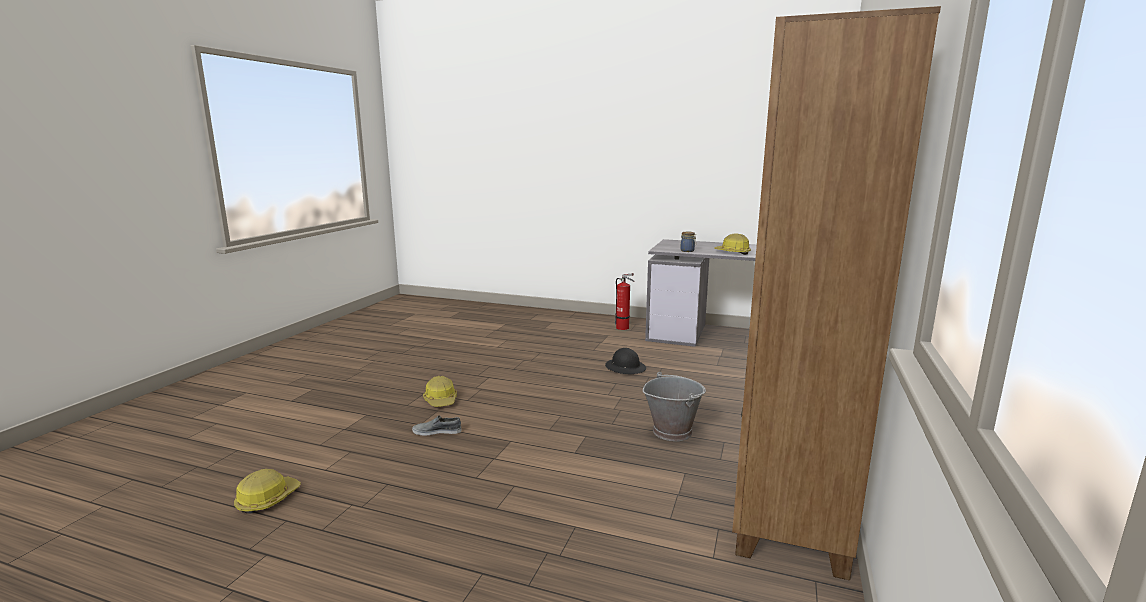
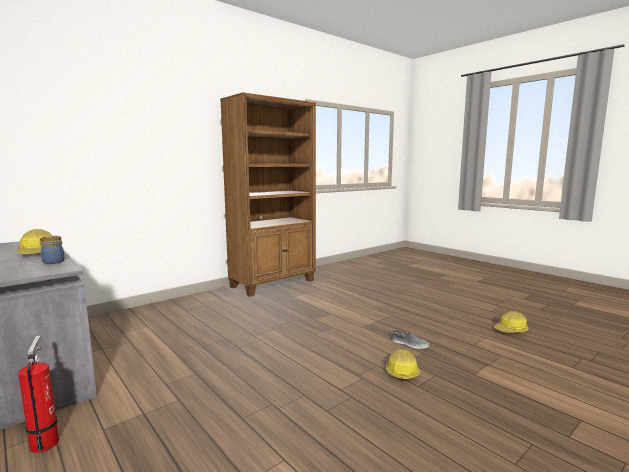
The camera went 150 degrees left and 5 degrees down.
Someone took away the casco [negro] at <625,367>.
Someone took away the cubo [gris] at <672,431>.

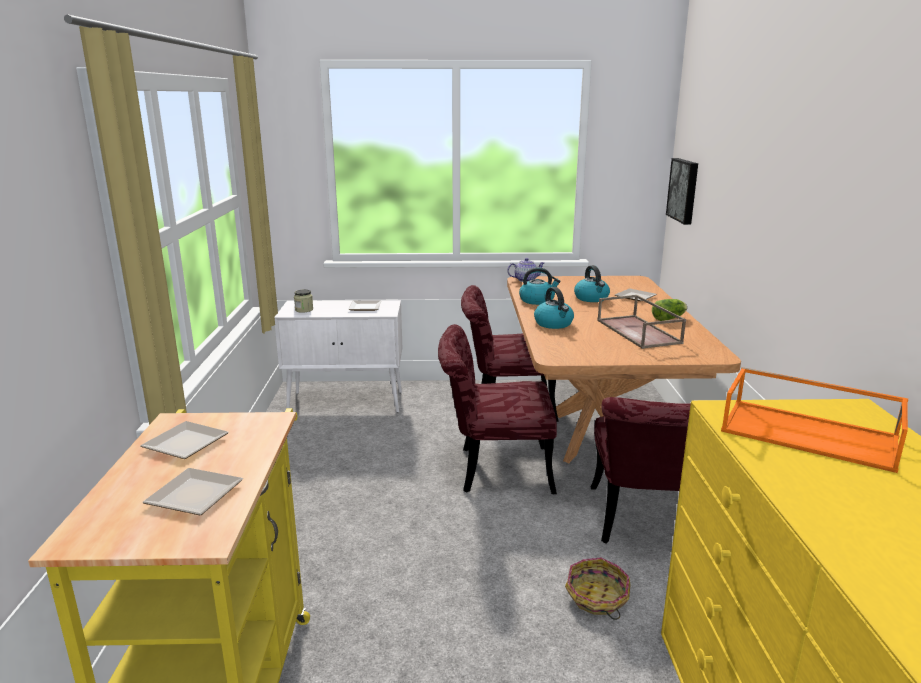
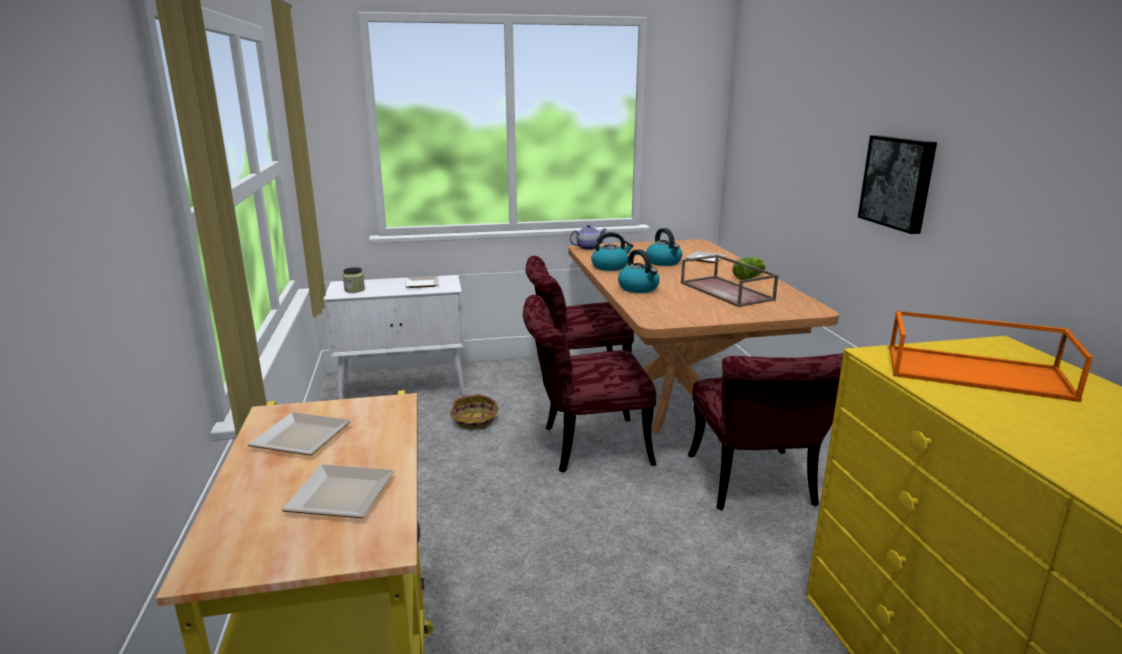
The camera went 10 degrees left and 0 degrees up.
Someone carried the cuadro from <684,190> to <899,182>.
Someone carried the cesta from <596,598> to <474,421>.

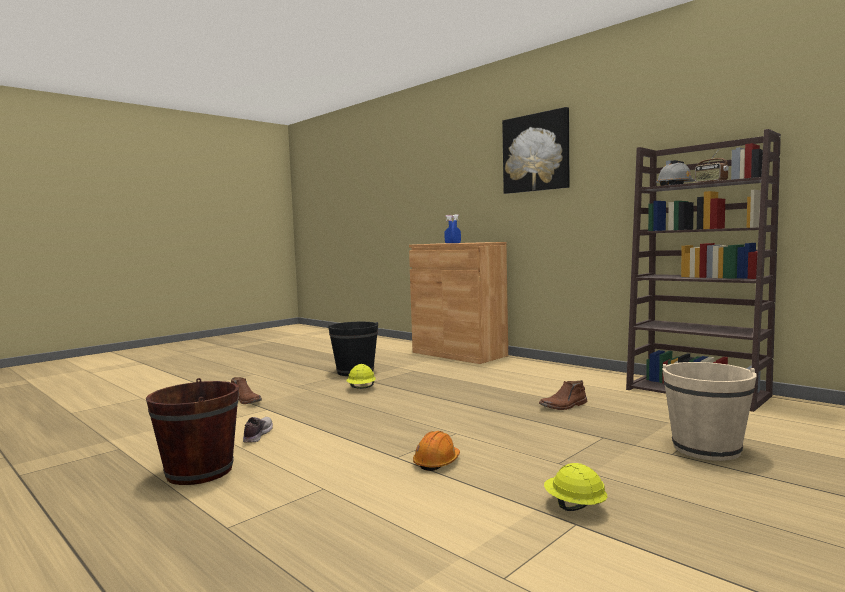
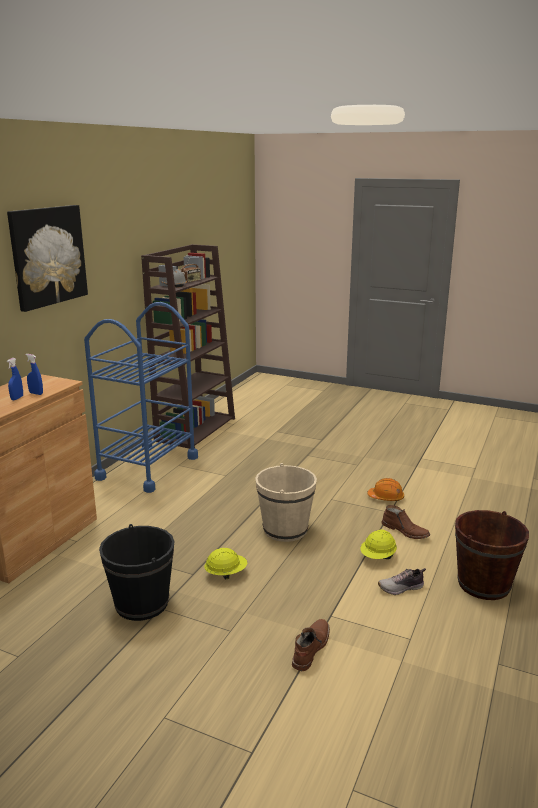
The camera went 110 degrees left and 15 degrees up.
Someone carried the cubo [beis] from <706,448> to <285,529>.
Someone carried the bota [marrón] from <564,406> to <405,531>.
Someone carried the casco [amarillo] from <574,506> to <378,557>.
Someone put down the carrito [azul] at <148,468>.

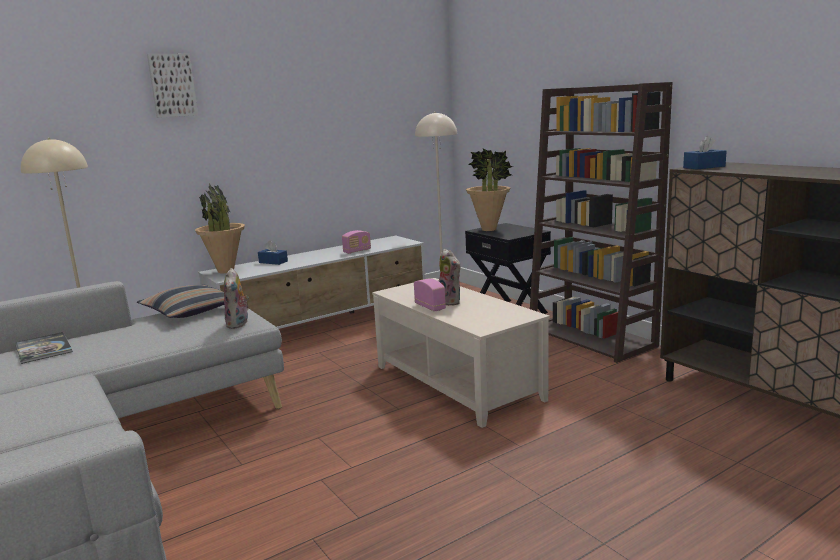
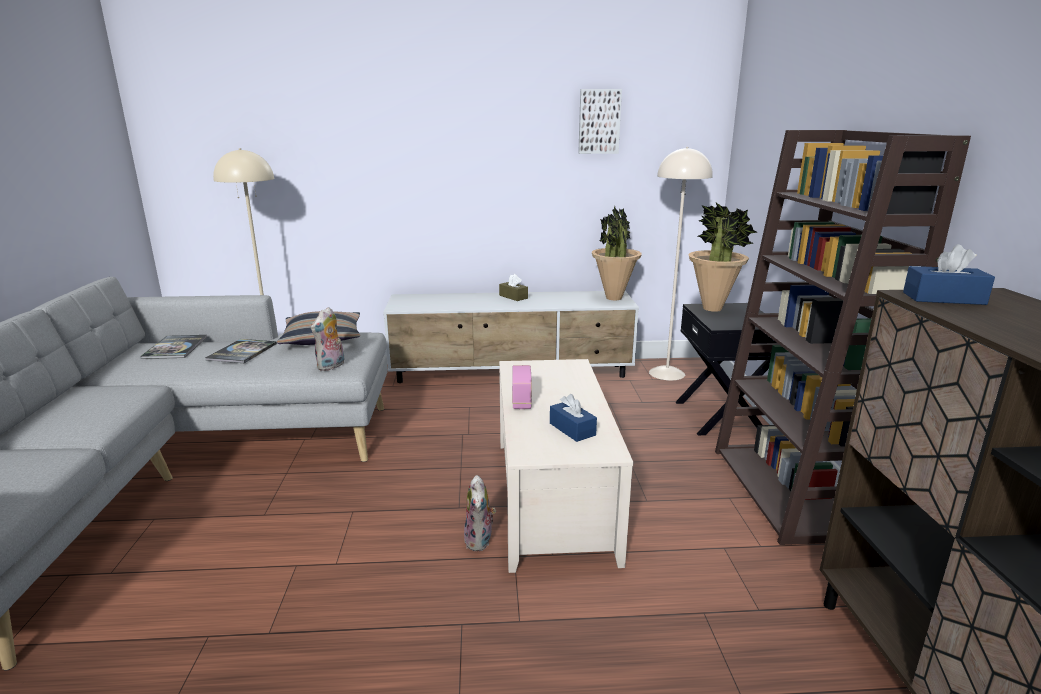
The camera went 30 degrees right and 5 degrees up.
Someone carried the cuadro from <172,85> to <599,121>.
Someone carried the planta en maceta from <226,271> to <614,298>.
Someone took away the radio at <357,251>.
Someone carried the caja de pañuelos [azul] from <273,262> to <572,429>.
Someone carried the peluche from <451,302> to <480,541>.
Someone put down the caja de pañuelos [marrón] at <513,297>.
Someone put down the libro at <242,352>.

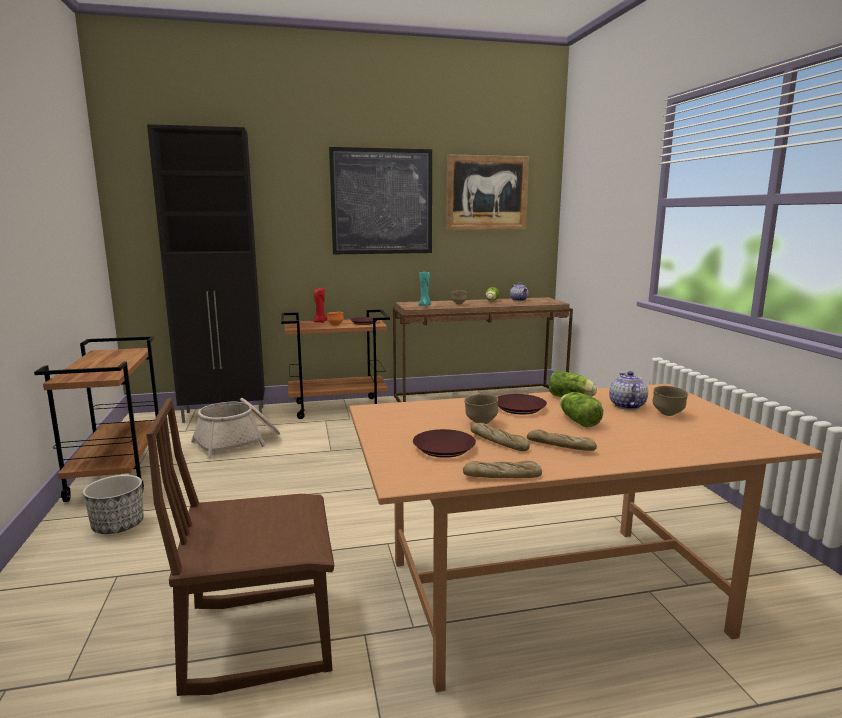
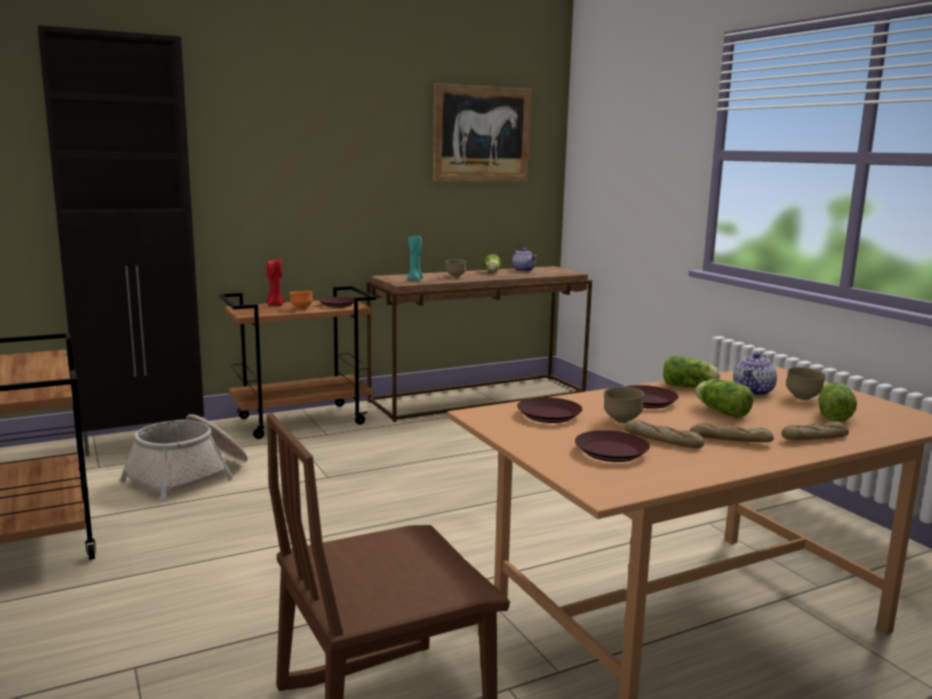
The camera went 15 degrees left and 0 degrees up.
Someone took away the cuadro at <382,202>.
Someone rotated the tetera at <626,405> by 135 degrees counterclockwise.
Someone carried the pan from <502,476> to <814,438>.
Someone took away the maceta at <118,525>.
Someone put down the lechuga at <834,415>.
Someone put down the plato [marrón] at <549,415>.

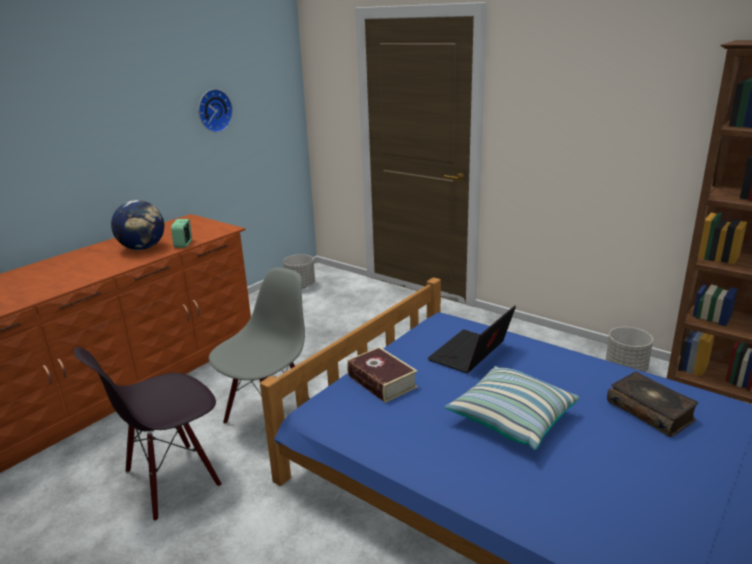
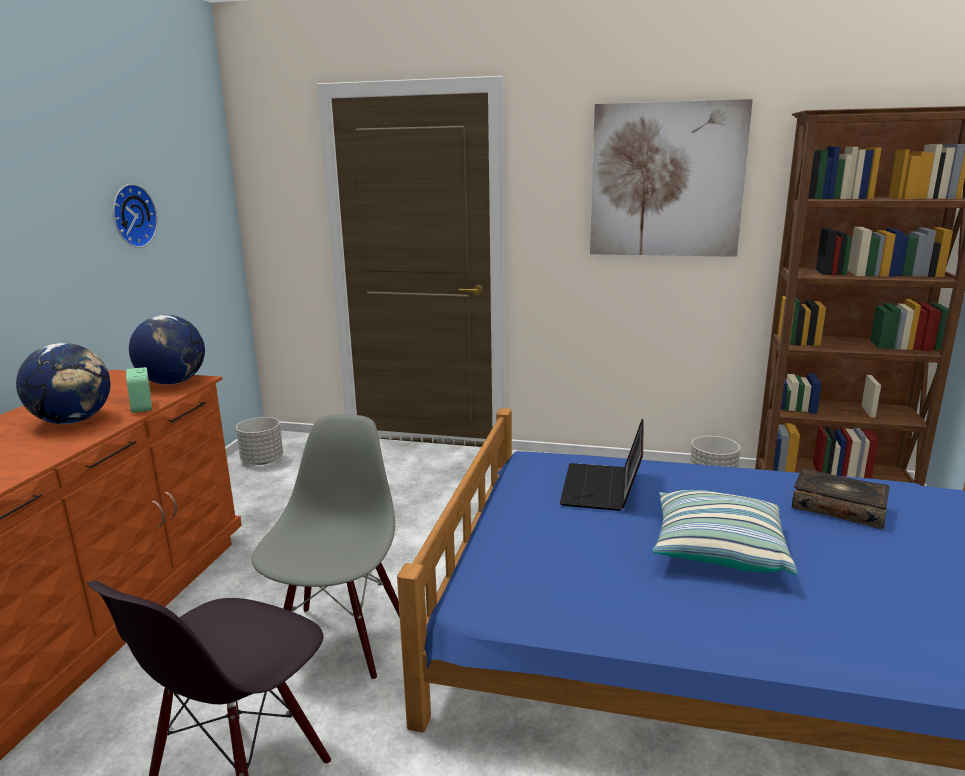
The camera went 25 degrees left and 5 degrees down.
Someone took away the libro at <382,381>.
Someone put up the cuadro at <666,180>.
Someone put down the globo terráqueo at <173,382>.

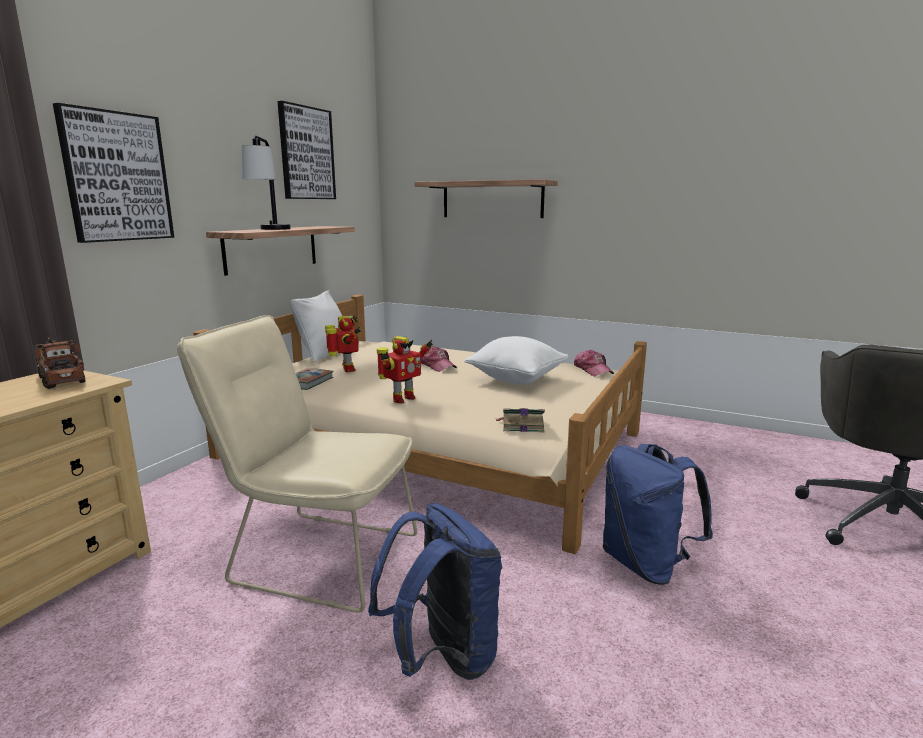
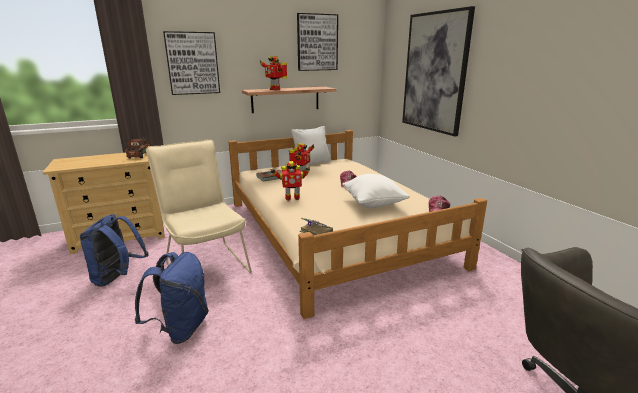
The camera went 40 degrees right and 5 degrees up.
Someone swapped the lámpara de mesa at <270,229> for the robot de juguete at <275,89>.
Someone swapped the estante at <492,200> for the cuadro at <435,72>.
Someone carried the mochila [azul] from <646,565> to <118,278>.

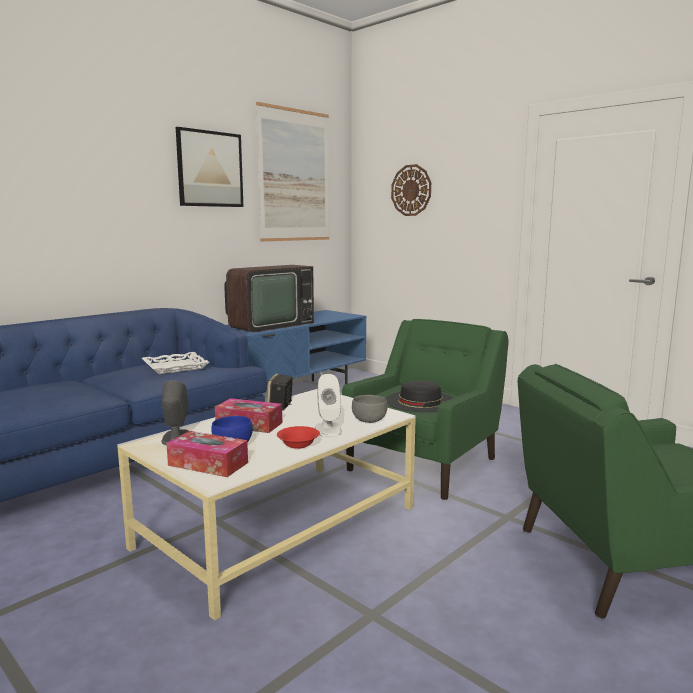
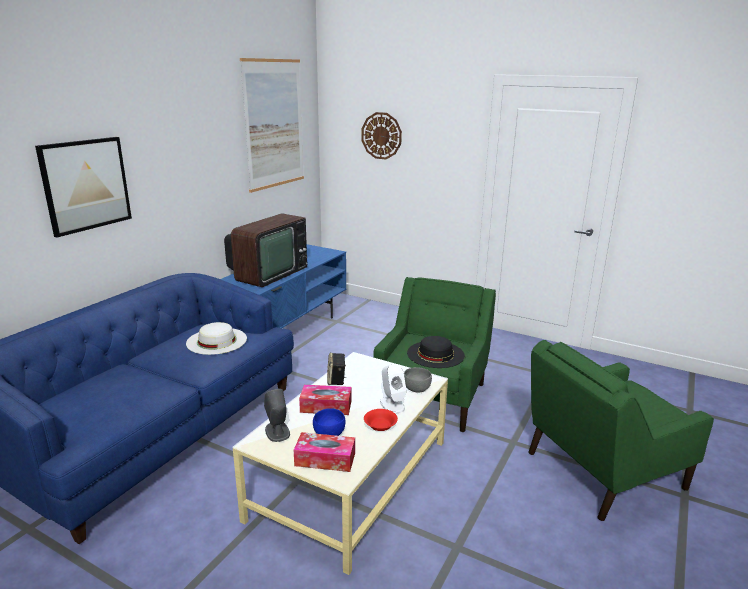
The camera went 15 degrees left and 10 degrees up.
Someone carried the cuadro from <210,169> to <86,185>.
Someone swapped the bandeja [blanco] at <175,367> for the sombrero [blanco] at <216,341>.

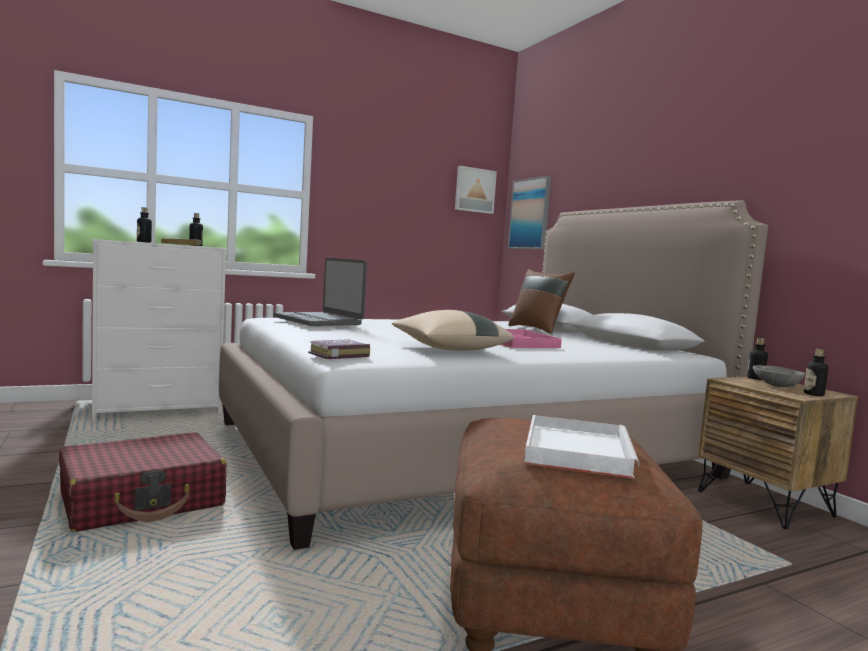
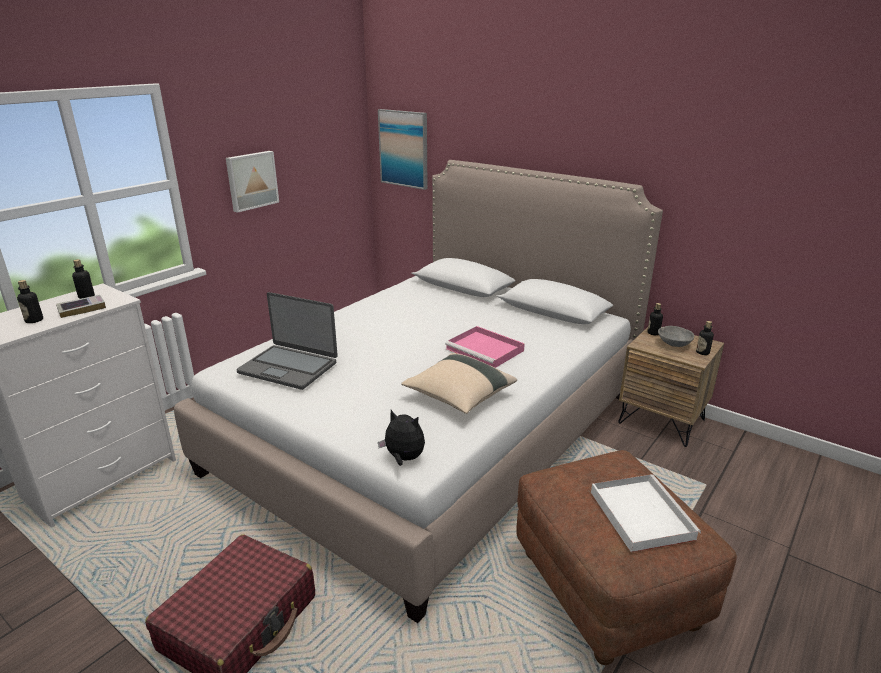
The camera went 25 degrees left and 20 degrees up.
Someone carried the cuadro from <474,190> to <251,180>.
Someone took away the cojín [marrón] at <537,329>.
Someone swapped the libro at <337,354> for the peluche at <403,459>.

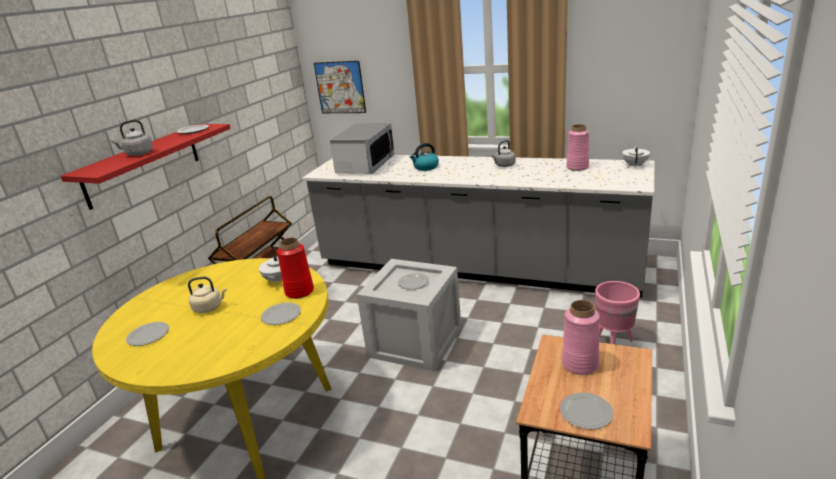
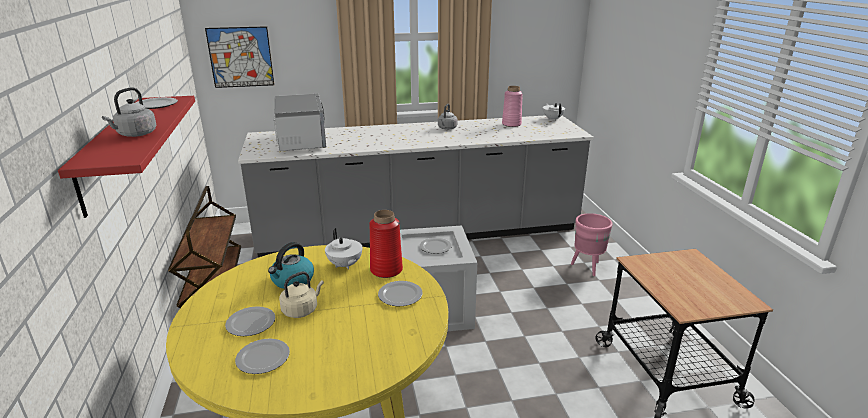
The camera went 35 degrees left and 0 degrees up.
Someone carried the hervidor from <425,167> to <292,280>.
Someone took away the florero [rosa] at <580,364>.
Someone carried the plato from <587,412> to <251,322>.

